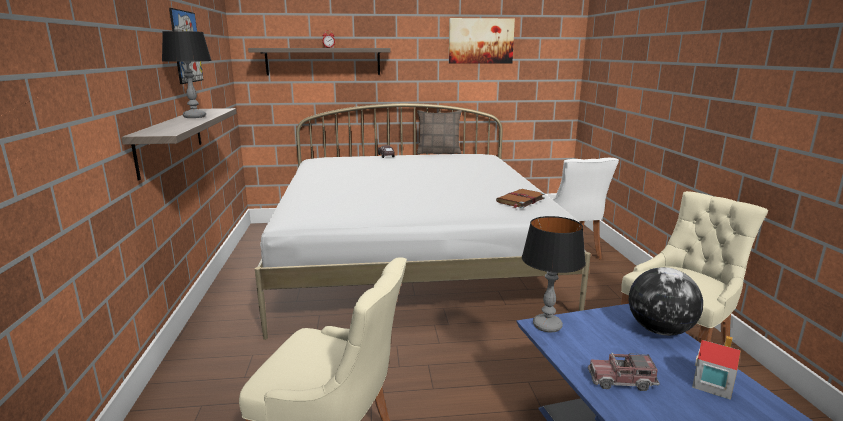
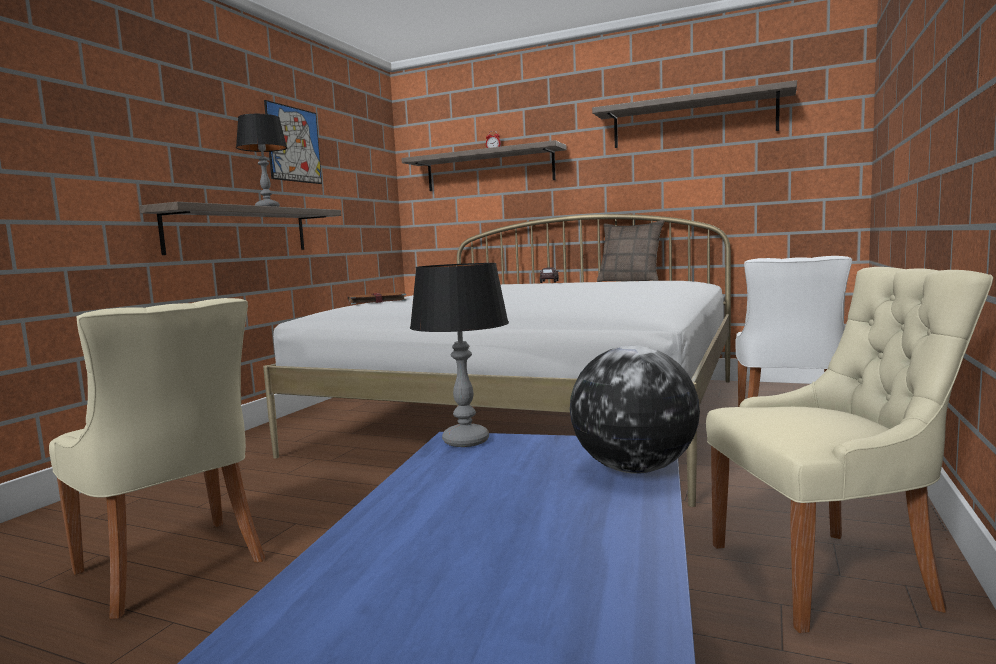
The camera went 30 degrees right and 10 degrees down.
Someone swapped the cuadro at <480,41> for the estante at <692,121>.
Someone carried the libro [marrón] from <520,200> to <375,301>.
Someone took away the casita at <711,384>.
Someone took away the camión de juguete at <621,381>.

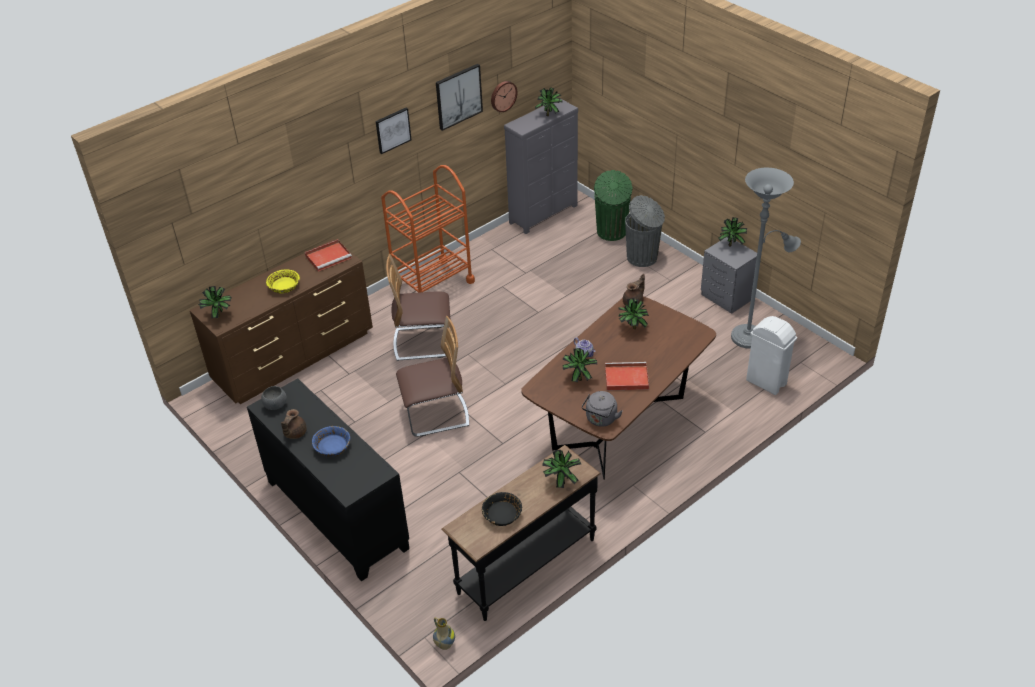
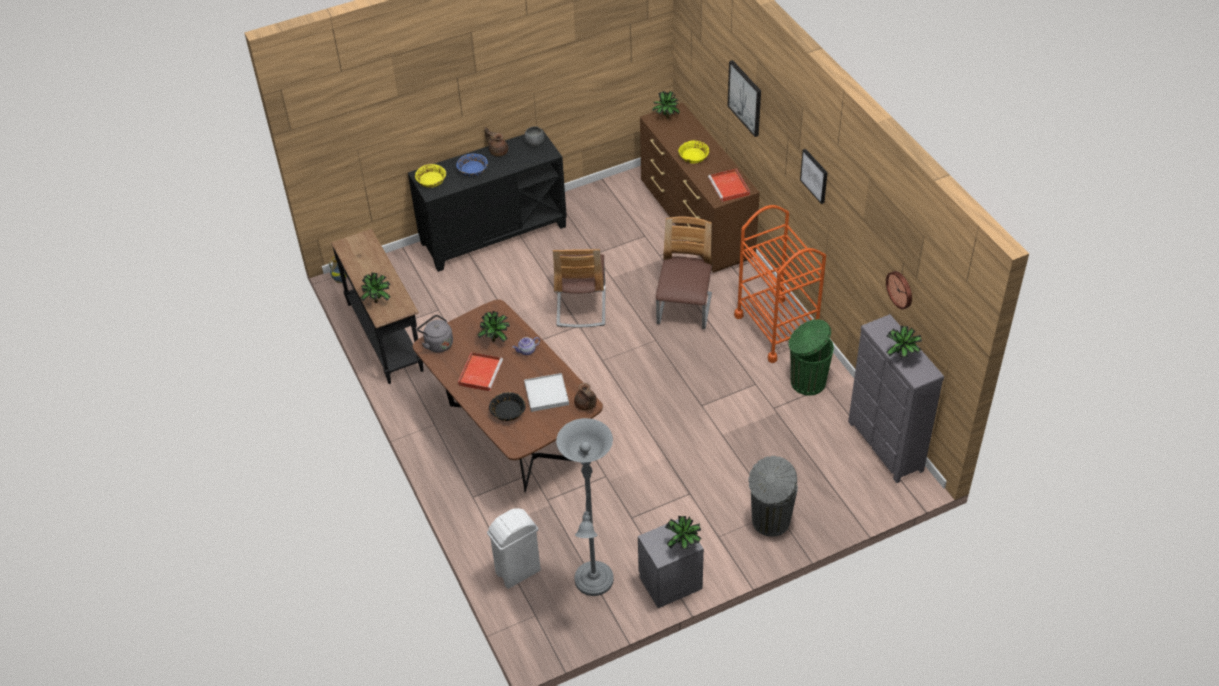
The camera went 105 degrees right and 5 degrees up.
Someone carried the cuadro from <458,96> to <745,98>.
Someone carried the papelera [verde] from <611,232> to <806,382>.
Someone swapped the planta en maceta at <632,329> for the bandeja [blanco] at <546,394>.
Someone carried the cuenco [negro] from <502,514> to <508,411>.
Someone put down the cuenco [amarillo] at <431,181>.

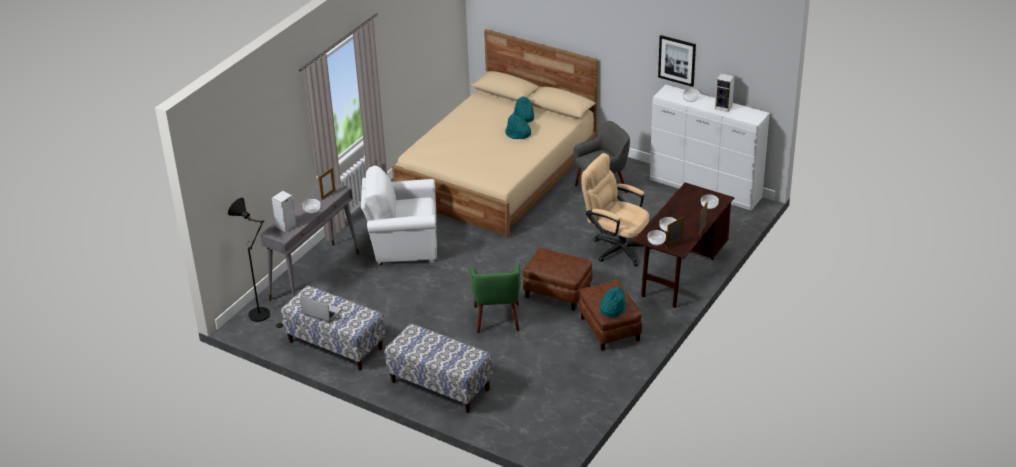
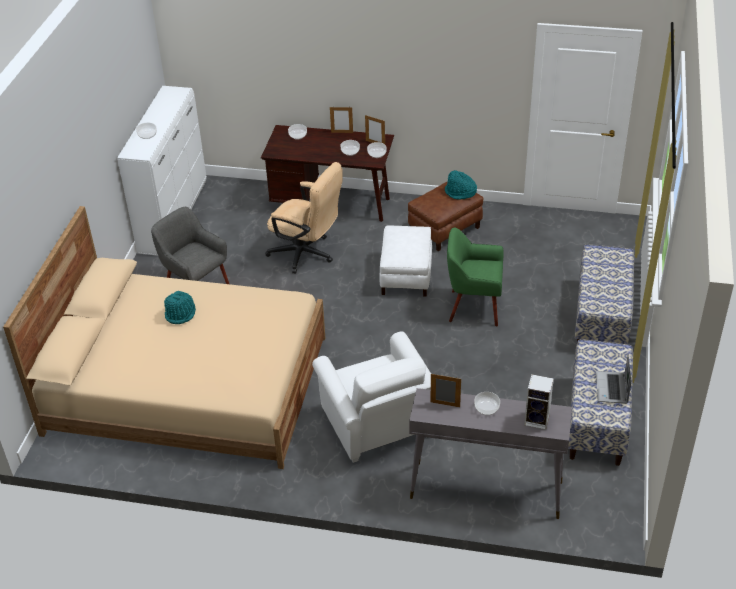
The camera went 110 degrees left and 5 degrees up.
Someone took away the cuadro at <677,60>.
Someone took away the altavoz at <724,107>.
Someone took away the sombrero [turquesa] at <523,117>.
Someone rotated the silla de oficina [beis] at <616,247> by 75 degrees counterclockwise.
Someone took away the lámpara de pie [negro] at <263,316>.
Someone repainted the puf [marrón] at <557,292>, which became the puf [blanco] at <406,276>.
Someone rotated the sillón [verde] at <497,319> by 150 degrees counterclockwise.

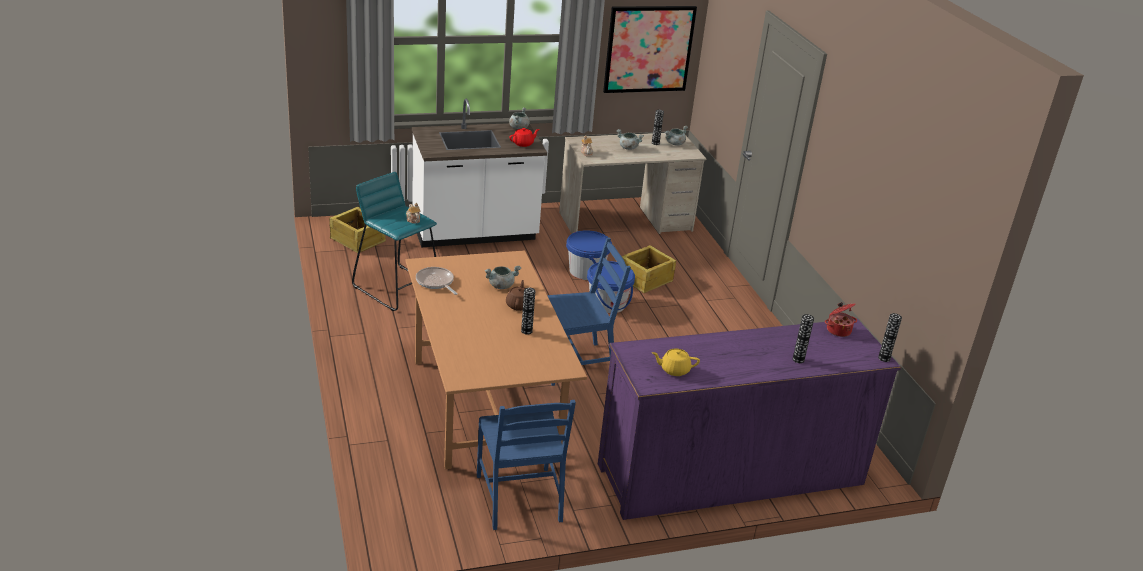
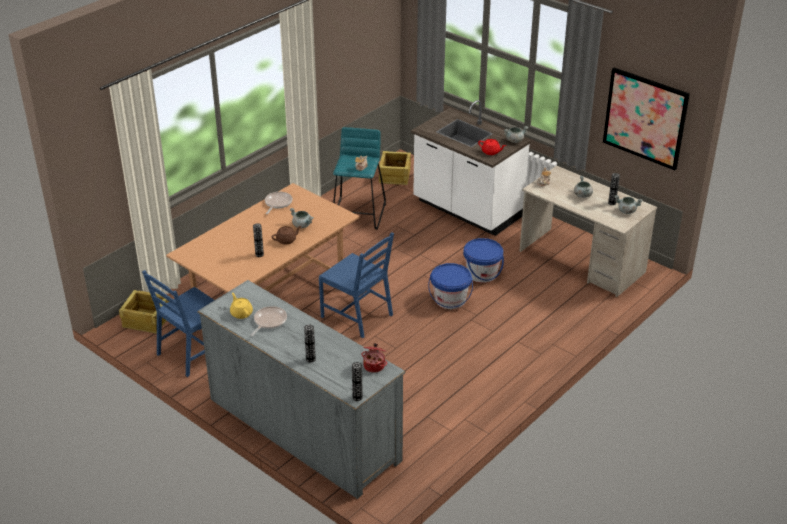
The camera went 60 degrees right and 5 degrees up.
Someone carried the caja de embalaje from <645,279> to <147,320>.
Someone repainted the cómoda [morado] at <730,474>, which became the cómoda [gris] at <303,429>.
Someone put down the sartén at <269,321>.

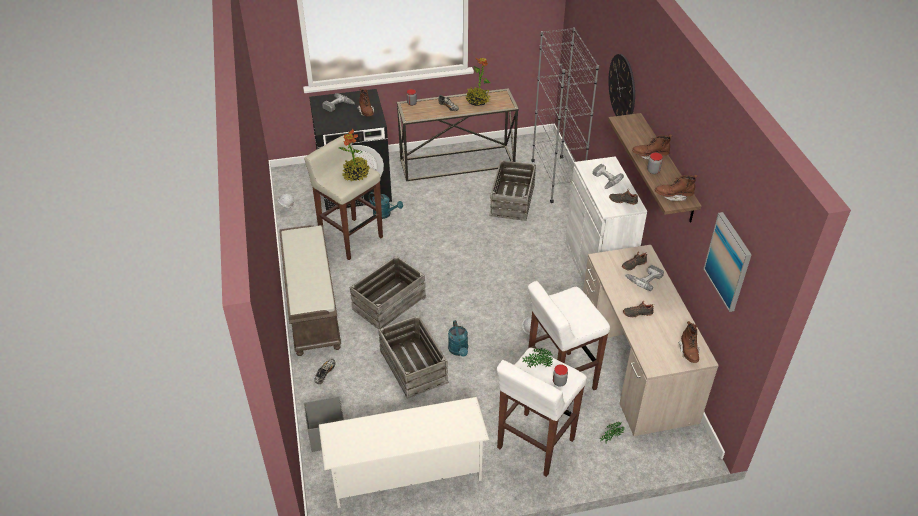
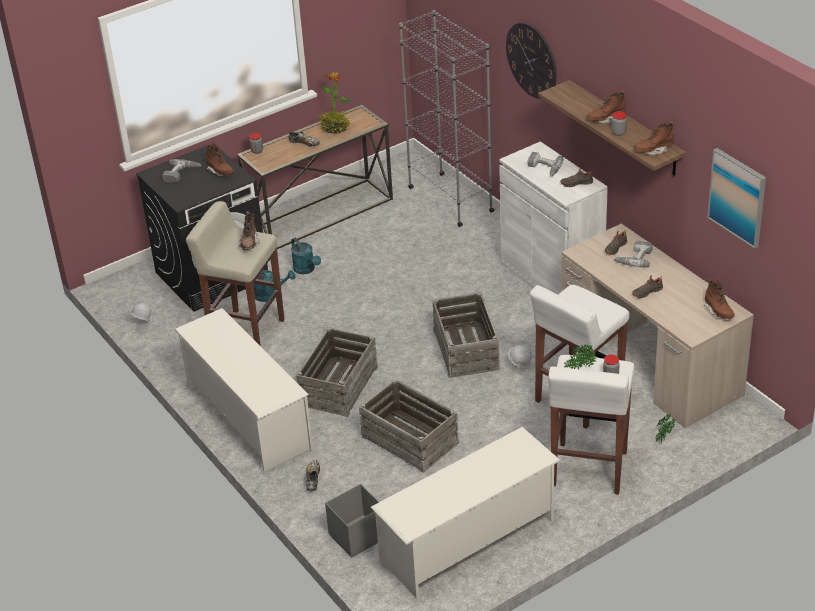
The camera went 20 degrees left and 5 degrees down.
Someone swapped the planta en maceta at <356,174> for the bota [marrón] at <249,244>.
Someone carried the caja de embalaje from <513,201> to <466,349>.
Someone swapped the banco [marrón] at <311,306> for the zapatero [blanco] at <248,417>.
Someone carried the regadera [turquesa] from <459,351> to <306,269>.

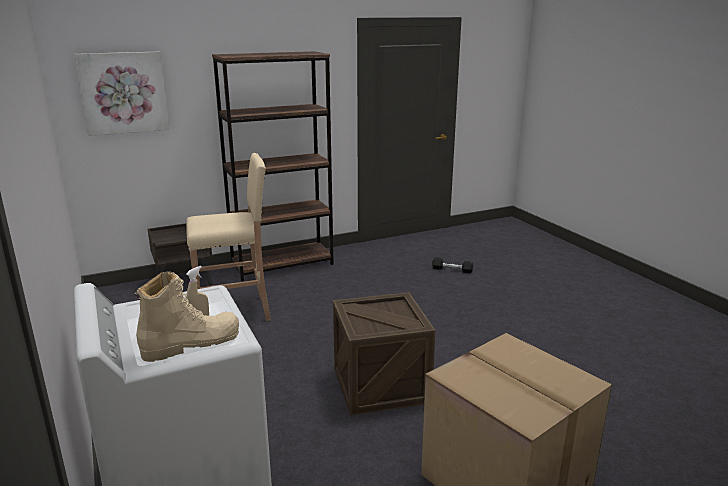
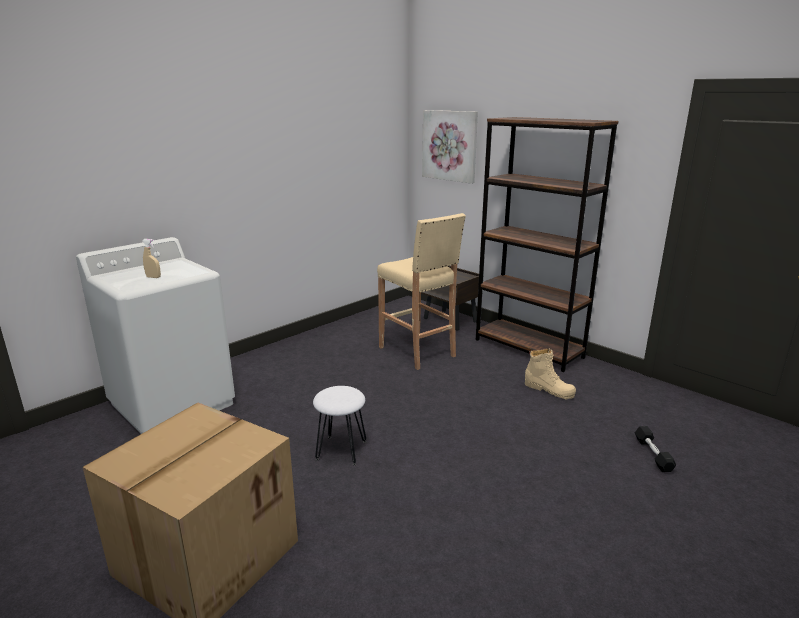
The camera went 70 degrees right and 0 degrees up.
Someone carried the bota [beis] from <191,343> to <549,390>.
Someone swapped the caja de embalaje at <380,385> for the taburete [blanco] at <341,450>.

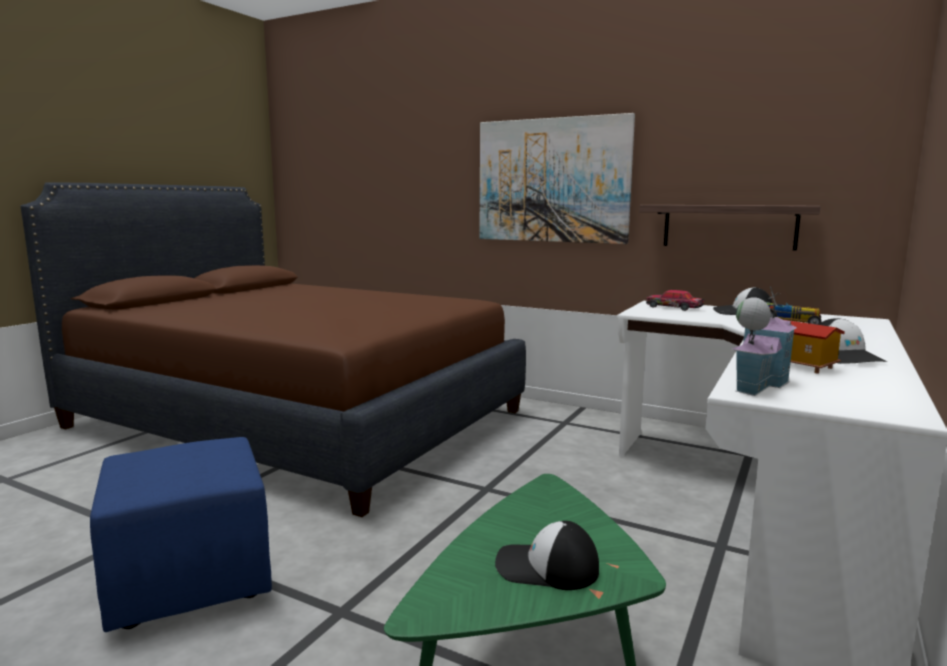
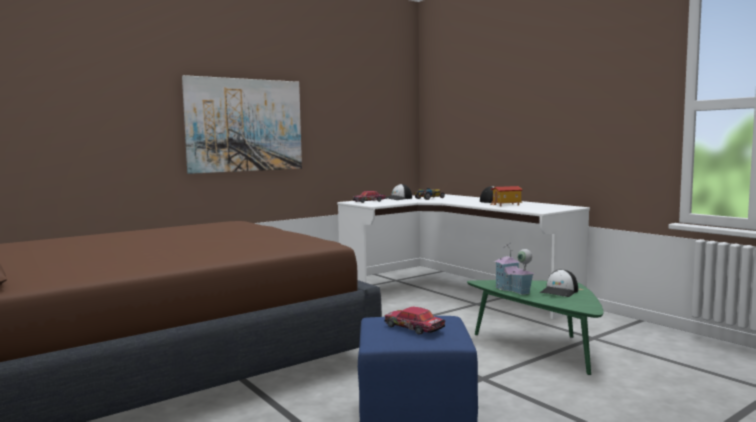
The camera went 65 degrees left and 5 degrees down.
Someone took away the estante at <729,226>.
Someone carried the casita from <756,384> to <513,290>.
Someone put down the coche de juguete at <414,328>.

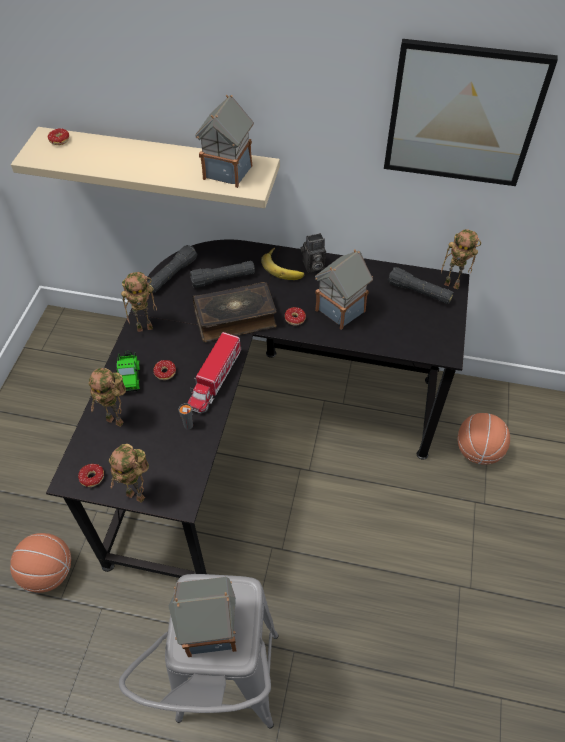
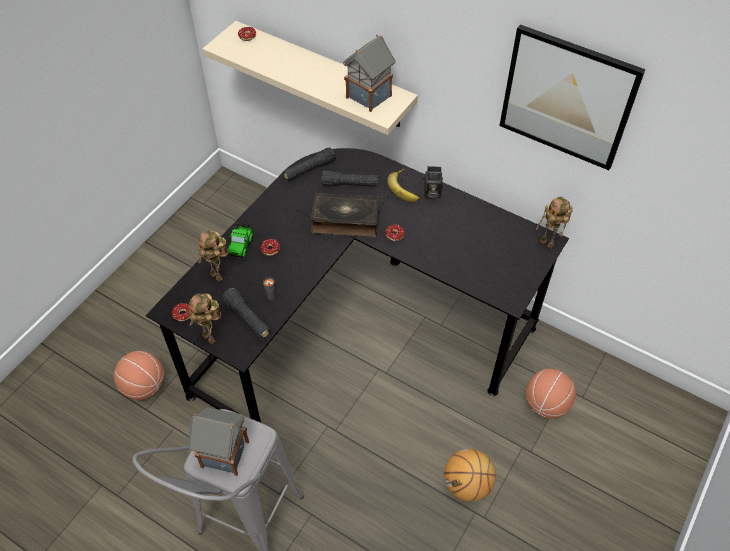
The camera went 20 degrees right and 0 degrees up.
Someone took away the casita at <341,309>.
Someone carried the linterna [negro] from <419,292> to <247,318>.
Someone took away the robot de juguete at <145,326>.
Someone took away the camión de juguete at <215,379>.
Someone put down the balón de baloncesto at <467,485>.

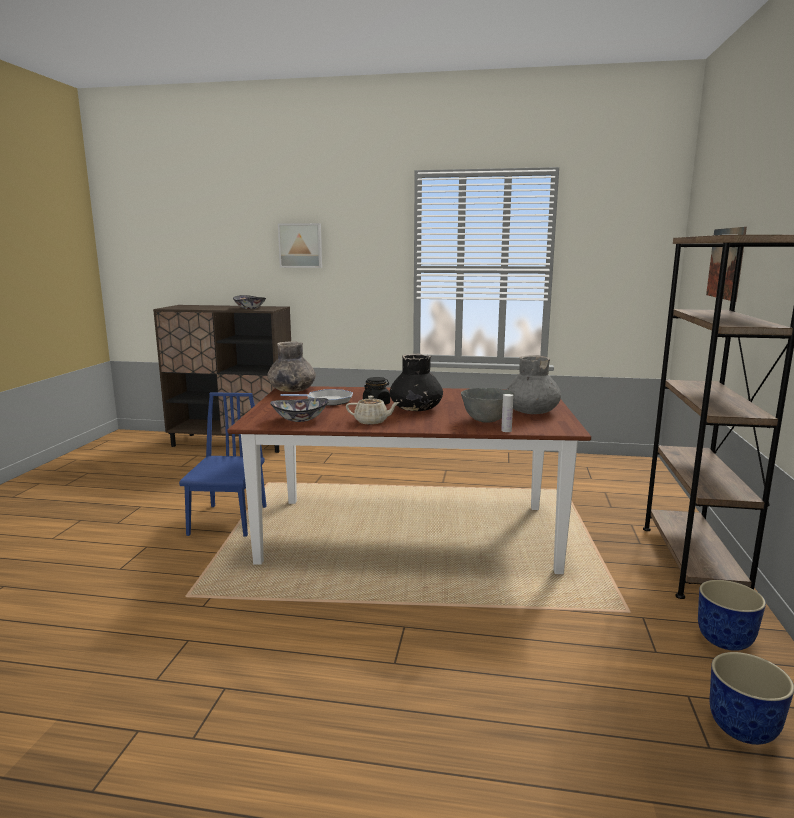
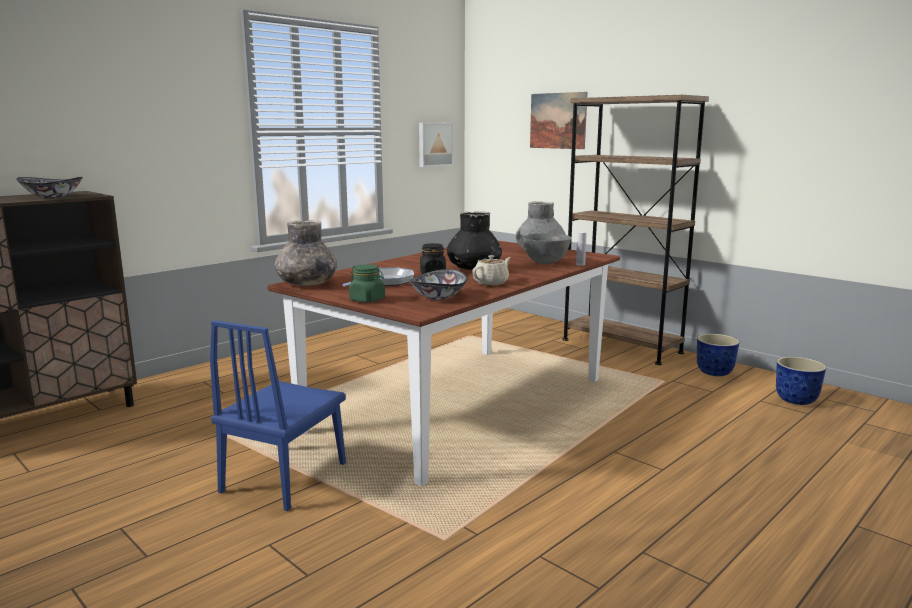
The camera went 55 degrees left and 0 degrees up.
Someone carried the cuadro from <301,245> to <434,144>.
Someone rotated the silla [azul] at <228,520> by 105 degrees counterclockwise.
Someone put down the tarro [verde] at <367,300>.

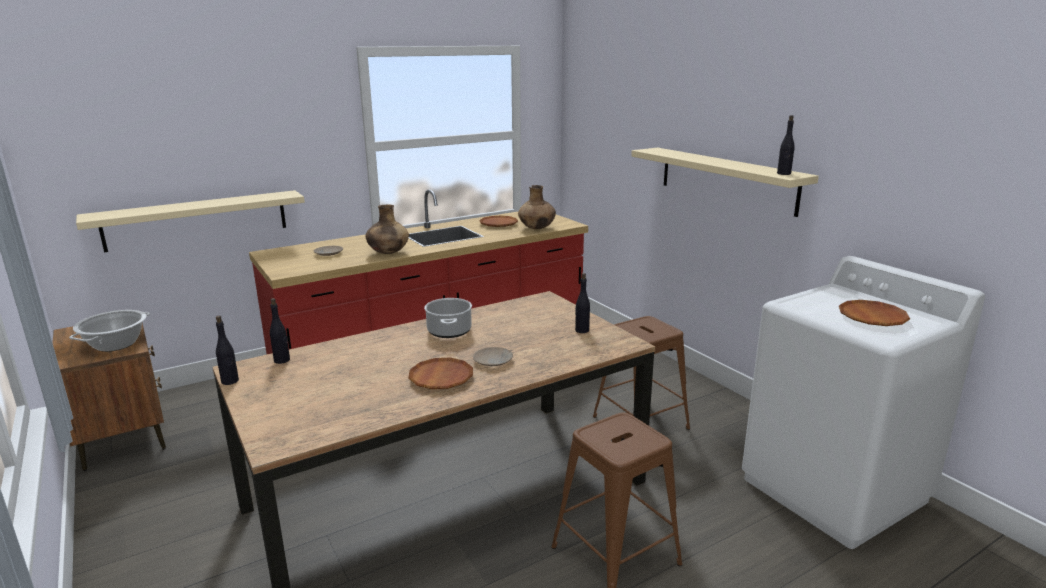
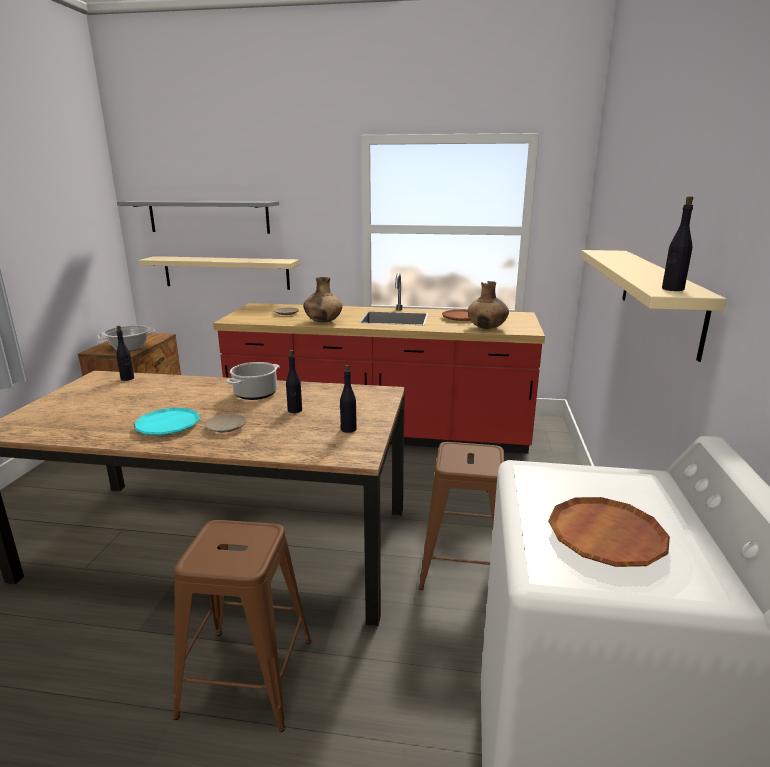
The camera went 40 degrees right and 0 degrees up.
Someone carried the botella [negro] from <230,381> to <295,410>.
Someone repainted the plato [marrón] at <441,378>, which became the plato [turquesa] at <168,426>.
Someone put up the estante [gris] at <209,216>.

